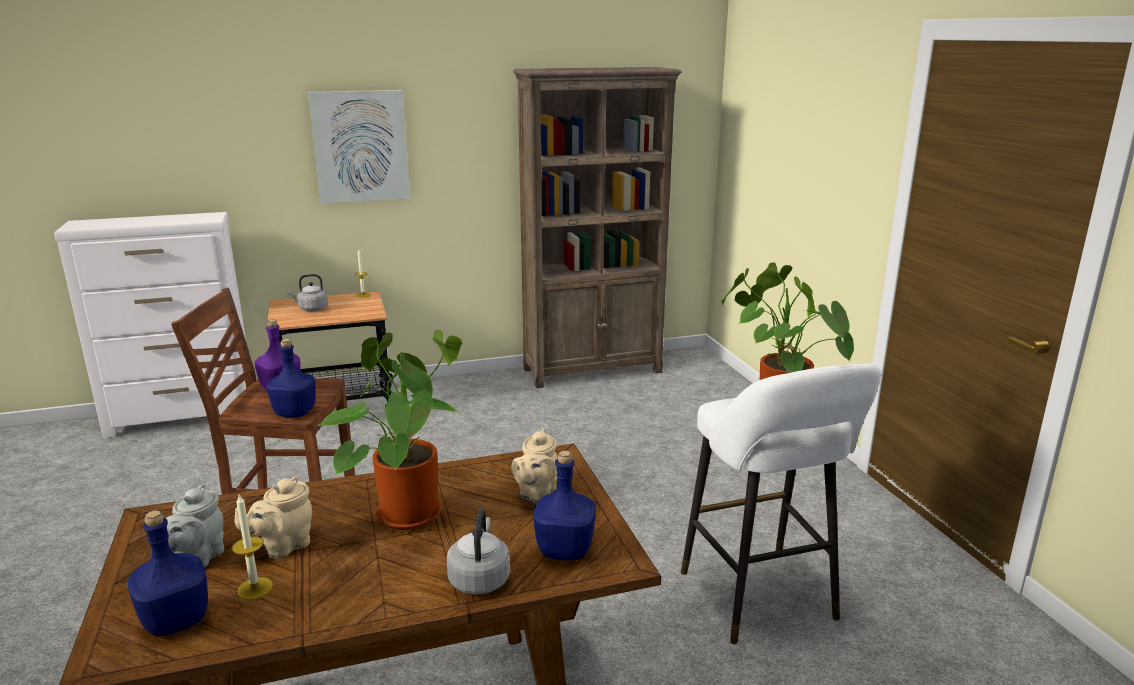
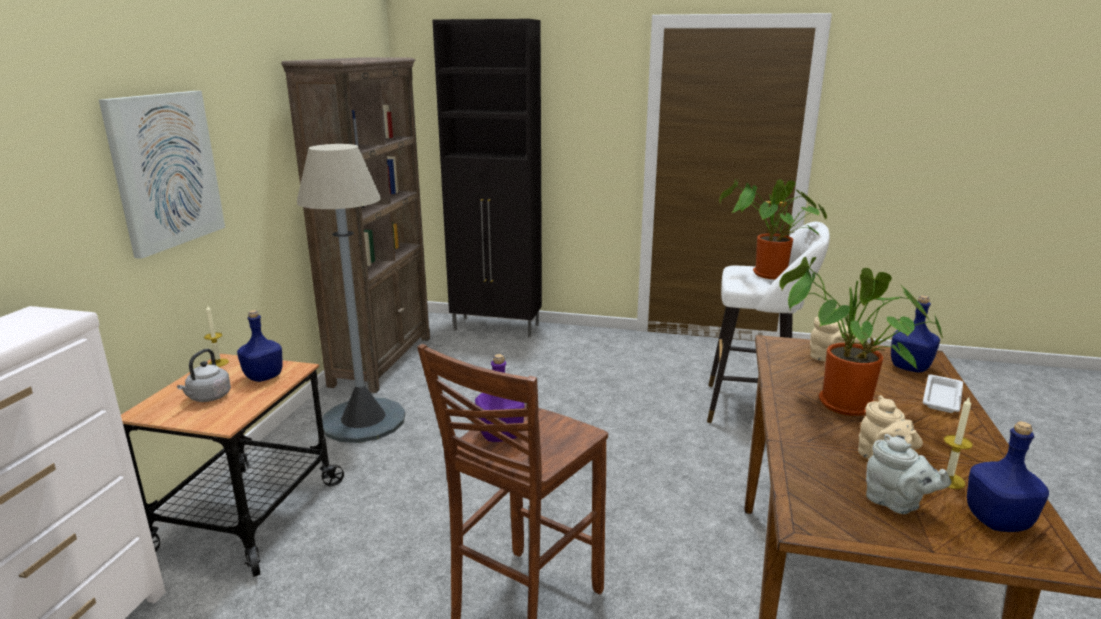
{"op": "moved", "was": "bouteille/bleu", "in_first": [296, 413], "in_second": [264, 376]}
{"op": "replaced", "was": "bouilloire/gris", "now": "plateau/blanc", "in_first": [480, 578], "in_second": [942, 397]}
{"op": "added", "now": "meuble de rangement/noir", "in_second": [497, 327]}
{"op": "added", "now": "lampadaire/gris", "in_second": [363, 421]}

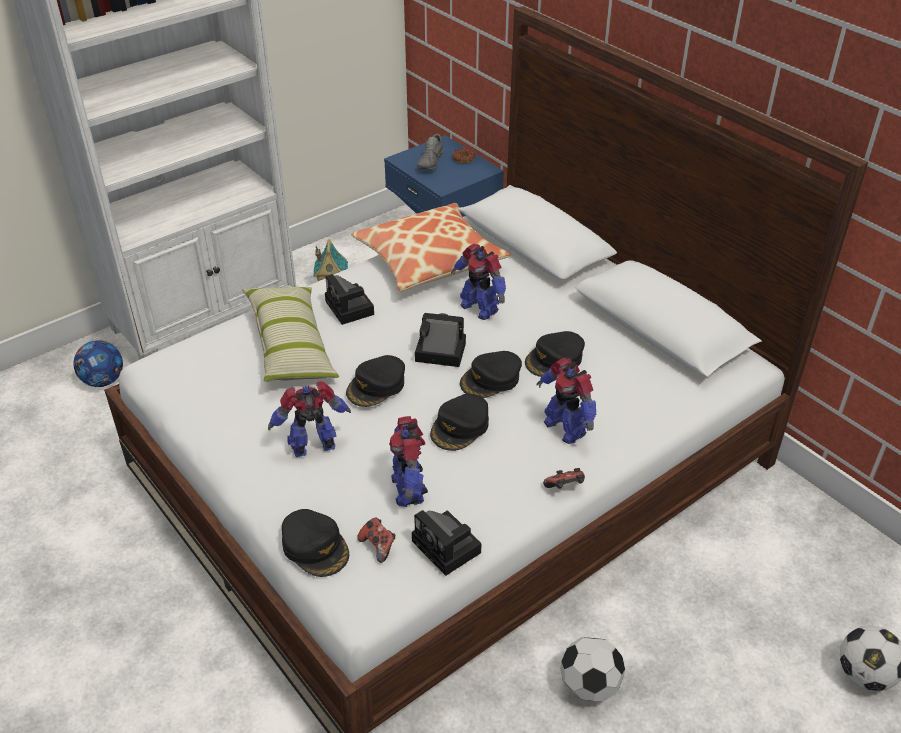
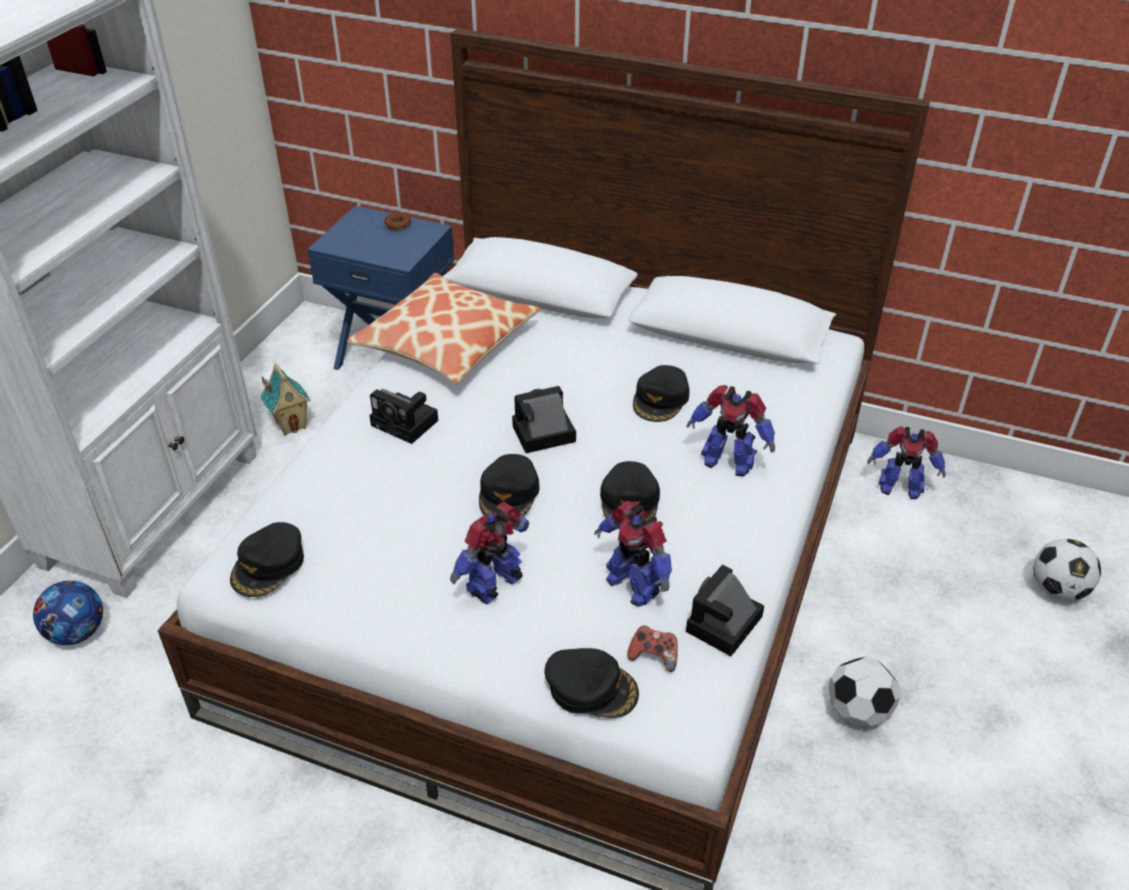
{"op": "removed", "was": "chaussure/gris", "in_first": [431, 162]}
{"op": "moved", "was": "robot jouet", "in_first": [479, 308], "in_second": [899, 488]}
{"op": "removed", "was": "coussin", "in_first": [291, 345]}
{"op": "moved", "was": "casquette/noir", "in_first": [491, 380], "in_second": [269, 565]}
{"op": "removed", "was": "manette", "in_first": [565, 488]}
{"op": "turned", "was": "appareil photo", "in_first": [448, 548], "in_second": [723, 626], "clockwise": 105}

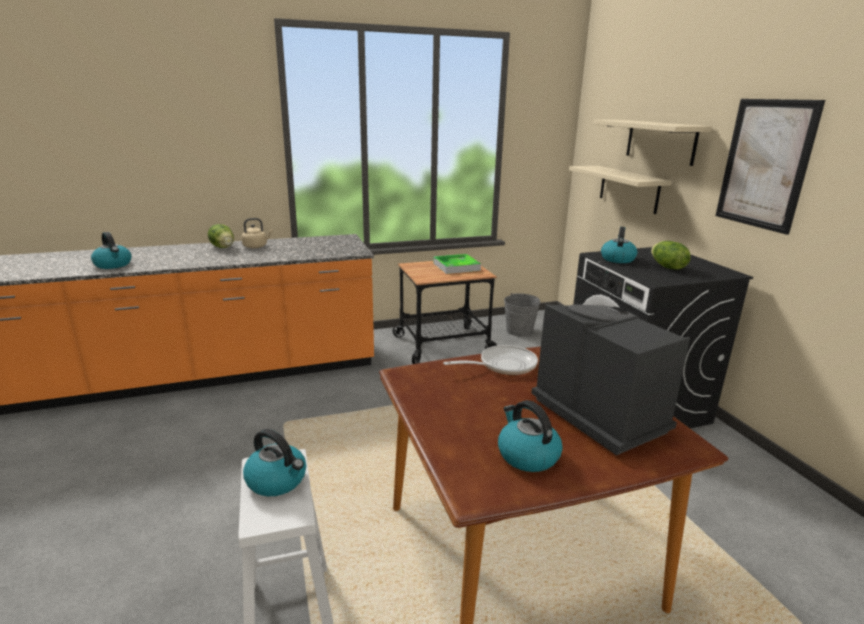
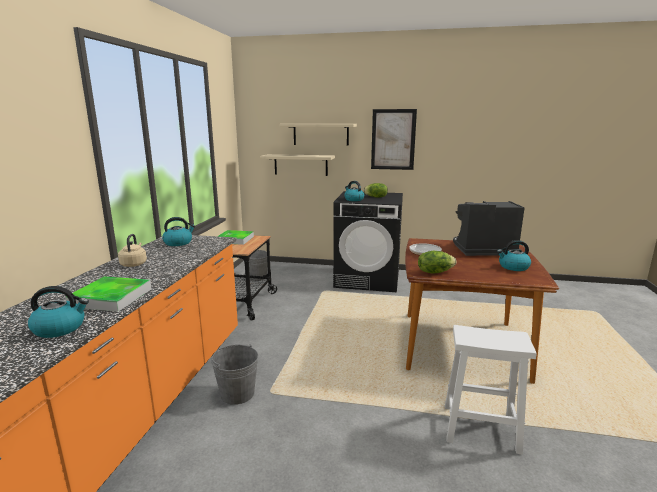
{"op": "moved", "was": "laitue", "in_first": [223, 247], "in_second": [434, 272]}
{"op": "moved", "was": "bouilloire", "in_first": [277, 480], "in_second": [178, 243]}
{"op": "added", "now": "plateau", "in_second": [111, 297]}
{"op": "added", "now": "seau/gris", "in_second": [237, 393]}

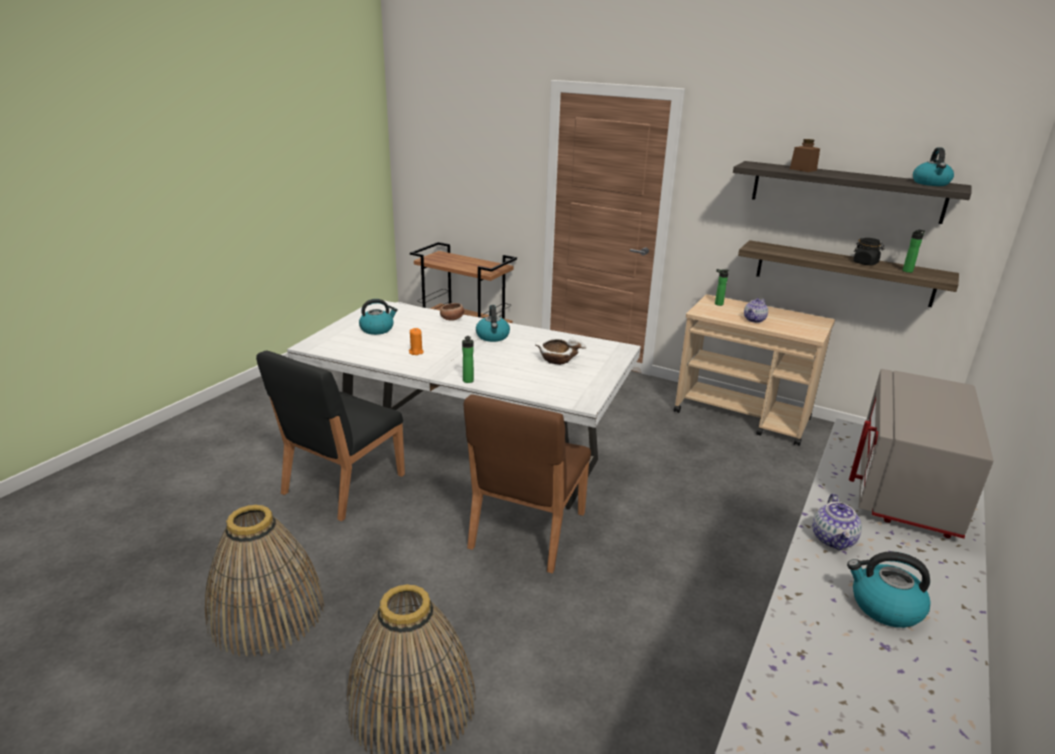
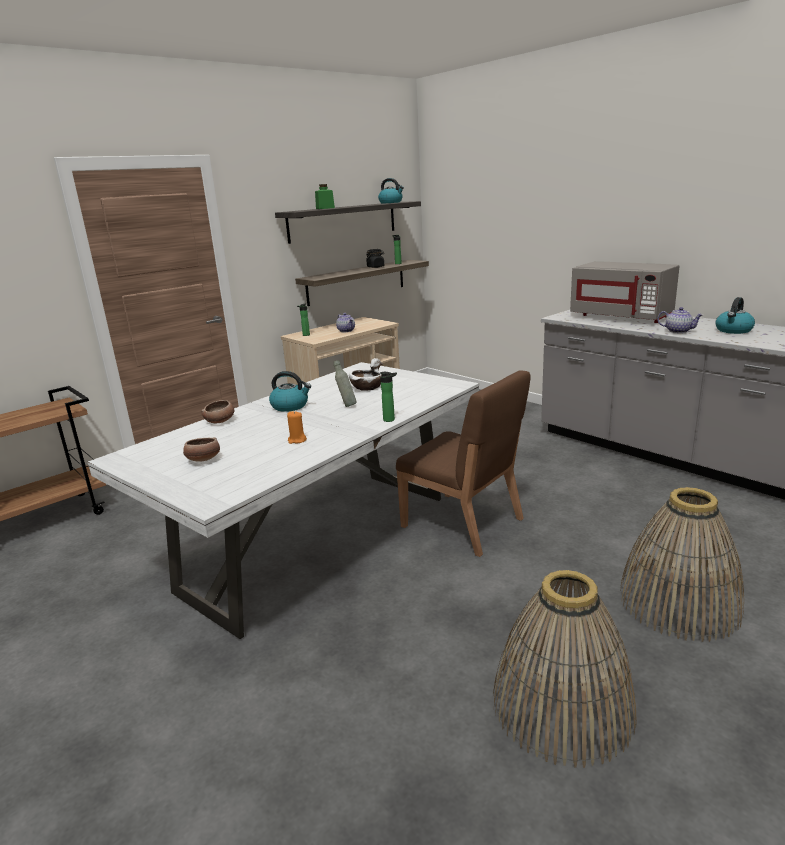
{"op": "recoloured", "was": "bocal/marron", "now": "bocal/vert", "in_first": [803, 169], "in_second": [325, 208]}
{"op": "replaced", "was": "bouilloire", "now": "bol", "in_first": [377, 329], "in_second": [203, 460]}
{"op": "removed", "was": "chaise/noir", "in_first": [342, 484]}
{"op": "added", "now": "bouteille/gris", "in_second": [346, 405]}

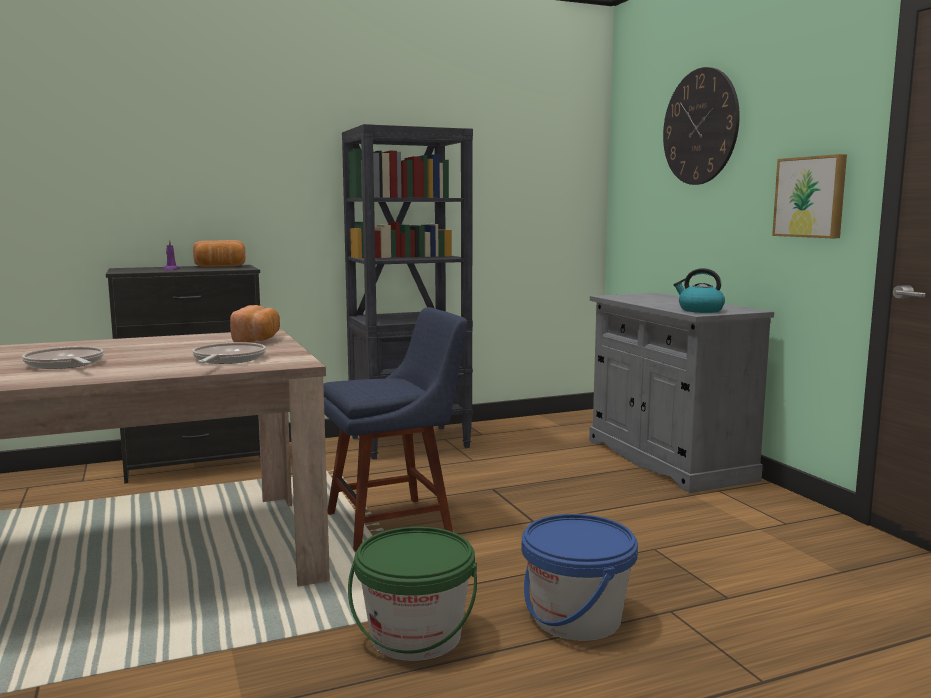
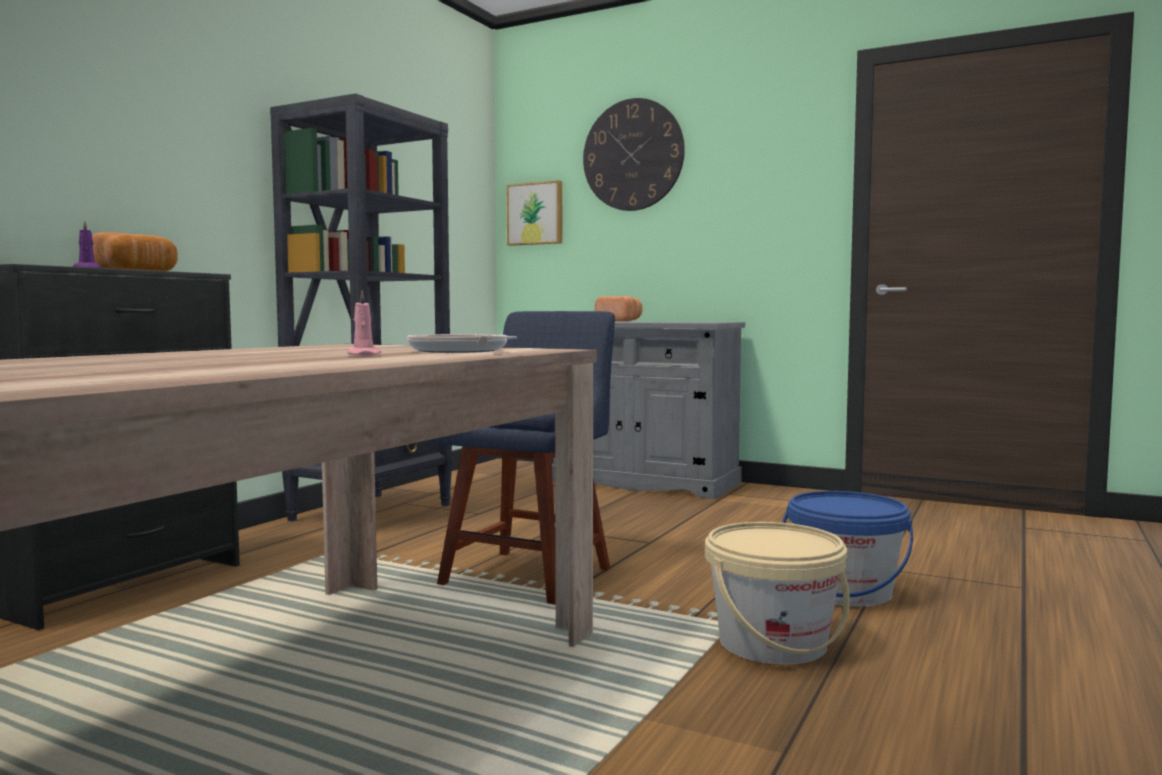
{"op": "moved", "was": "tableau", "in_first": [811, 197], "in_second": [536, 214]}
{"op": "removed", "was": "bouilloire", "in_first": [700, 310]}
{"op": "moved", "was": "pain", "in_first": [258, 340], "in_second": [620, 321]}
{"op": "removed", "was": "poêle", "in_first": [65, 364]}
{"op": "recoloured", "was": "seau/vert", "now": "seau/beige", "in_first": [415, 636], "in_second": [773, 643]}
{"op": "added", "now": "bougie/rose", "in_second": [363, 355]}

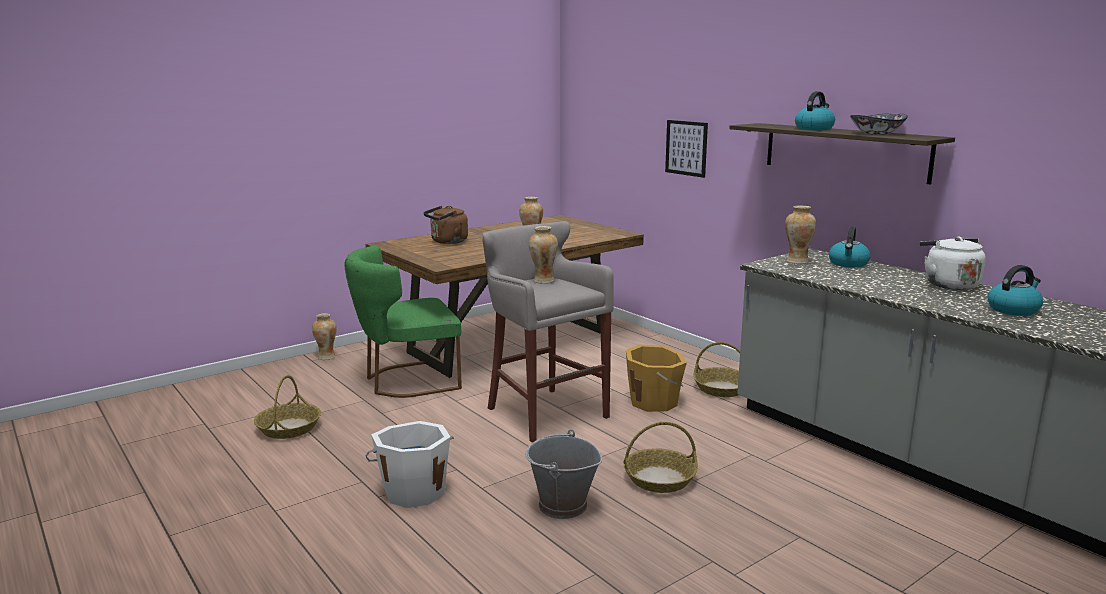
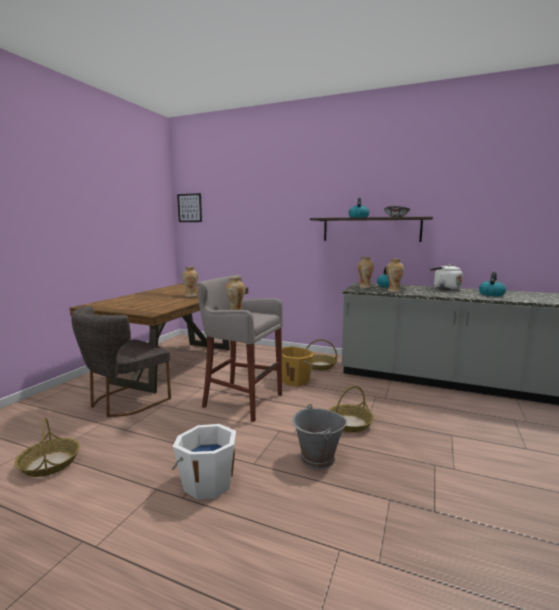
{"op": "moved", "was": "tableau", "in_first": [686, 148], "in_second": [189, 208]}
{"op": "removed", "was": "bouilloire/marron", "in_first": [447, 242]}
{"op": "recoloured", "was": "chaise/vert", "now": "chaise/gris", "in_first": [406, 381], "in_second": [124, 402]}
{"op": "moved", "was": "vase", "in_first": [327, 357], "in_second": [393, 291]}

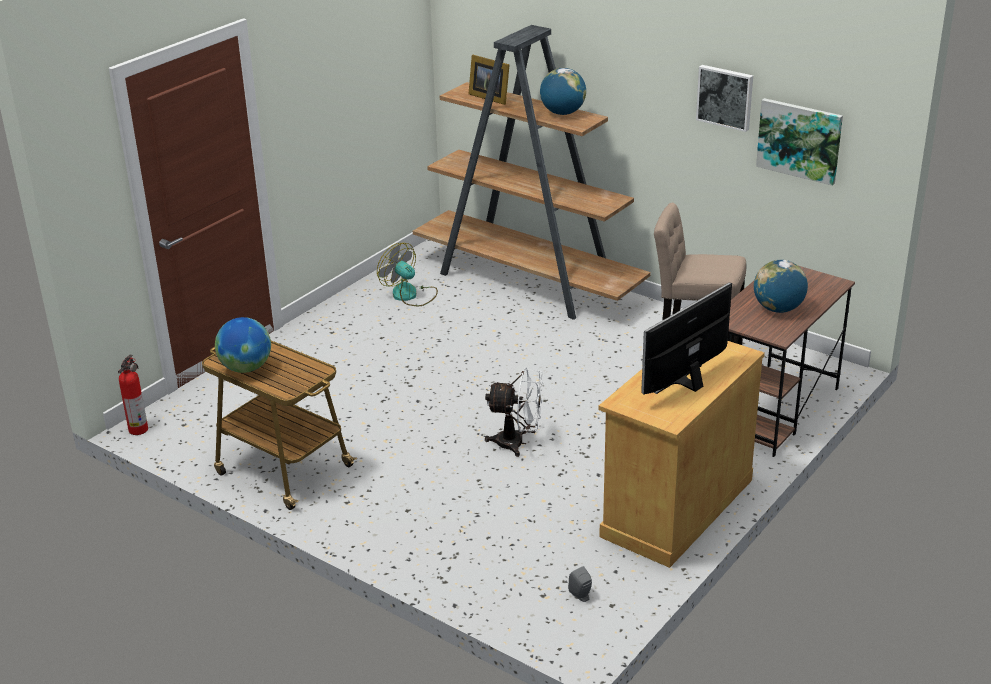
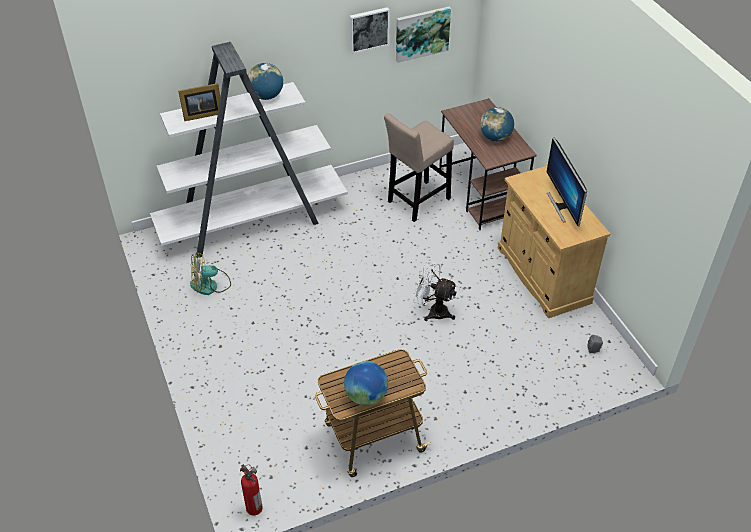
{"op": "recoloured", "was": "bibliothèque/marron", "now": "bibliothèque/blanc", "in_first": [529, 282], "in_second": [252, 222]}
{"op": "turned", "was": "ventilateur/blanc", "in_first": [517, 443], "in_second": [433, 311], "clockwise": -105}

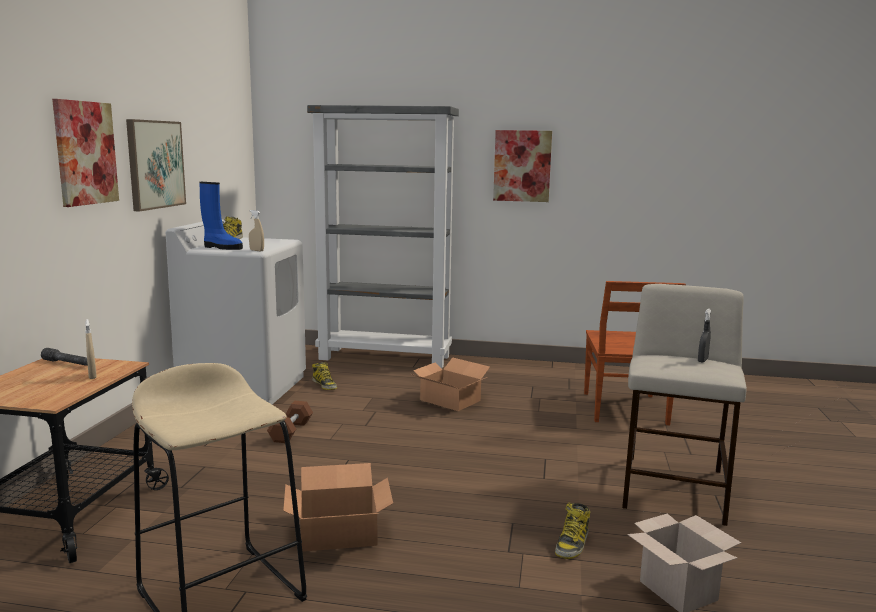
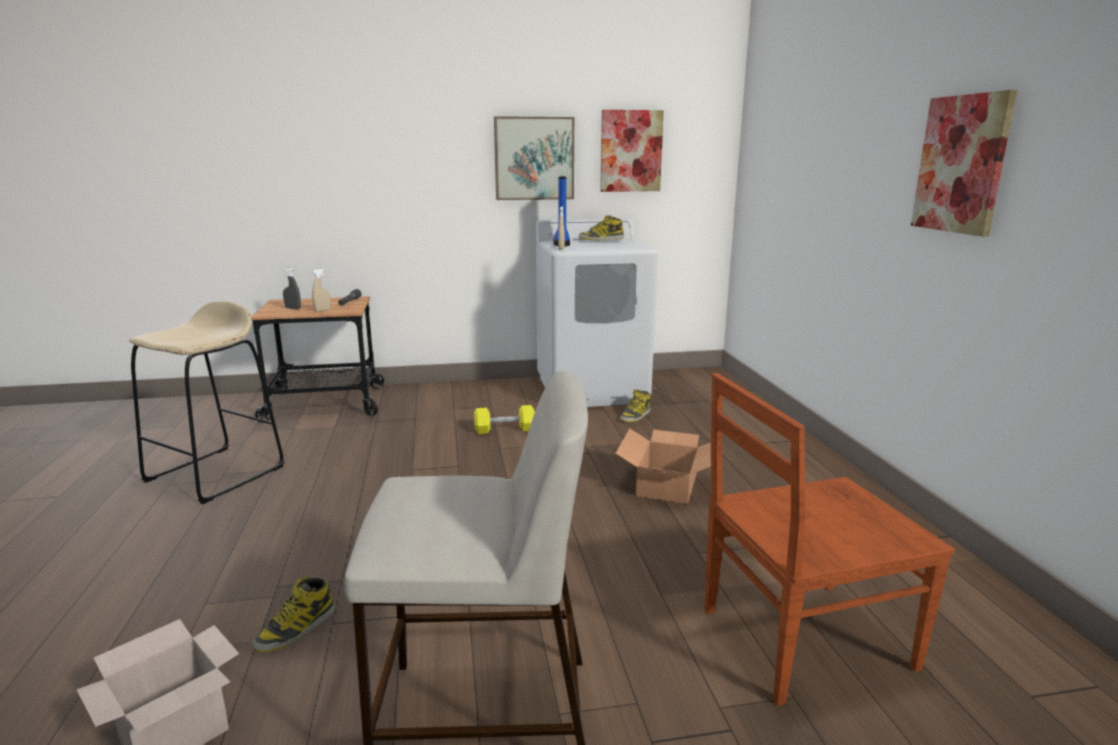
{"op": "moved", "was": "tableau", "in_first": [85, 153], "in_second": [631, 151]}
{"op": "removed", "was": "bibliothèque/gris", "in_first": [386, 357]}
{"op": "moved", "was": "vaporisateur/gris", "in_first": [702, 360], "in_second": [293, 308]}
{"op": "recoloured", "was": "haltère/marron", "now": "haltère/jaune", "in_first": [291, 431], "in_second": [505, 429]}
{"op": "removed", "was": "carton", "in_first": [337, 532]}
{"op": "turned", "was": "botte", "in_first": [572, 543], "in_second": [296, 629], "clockwise": -60}

